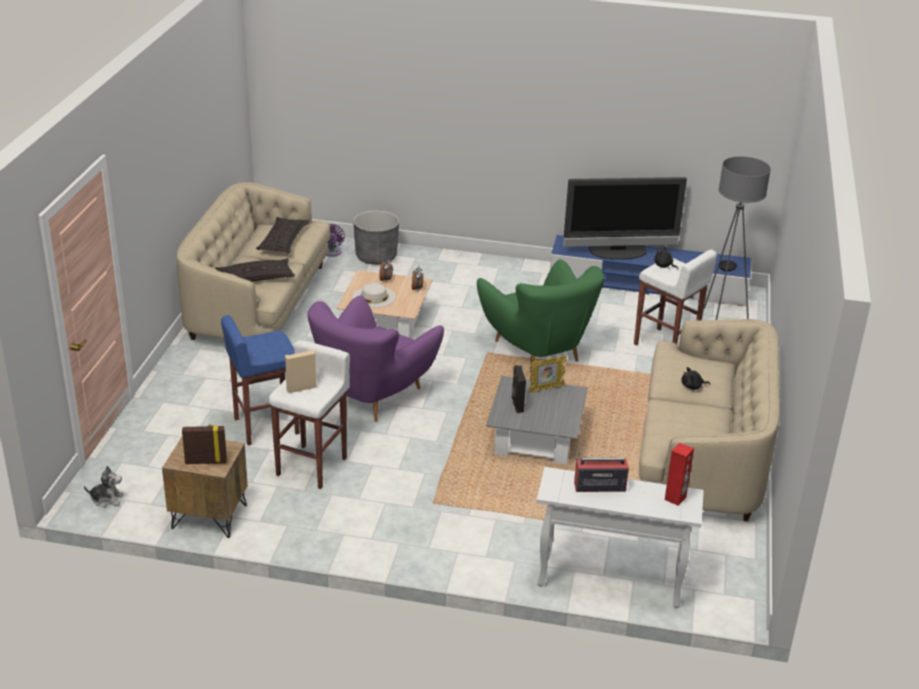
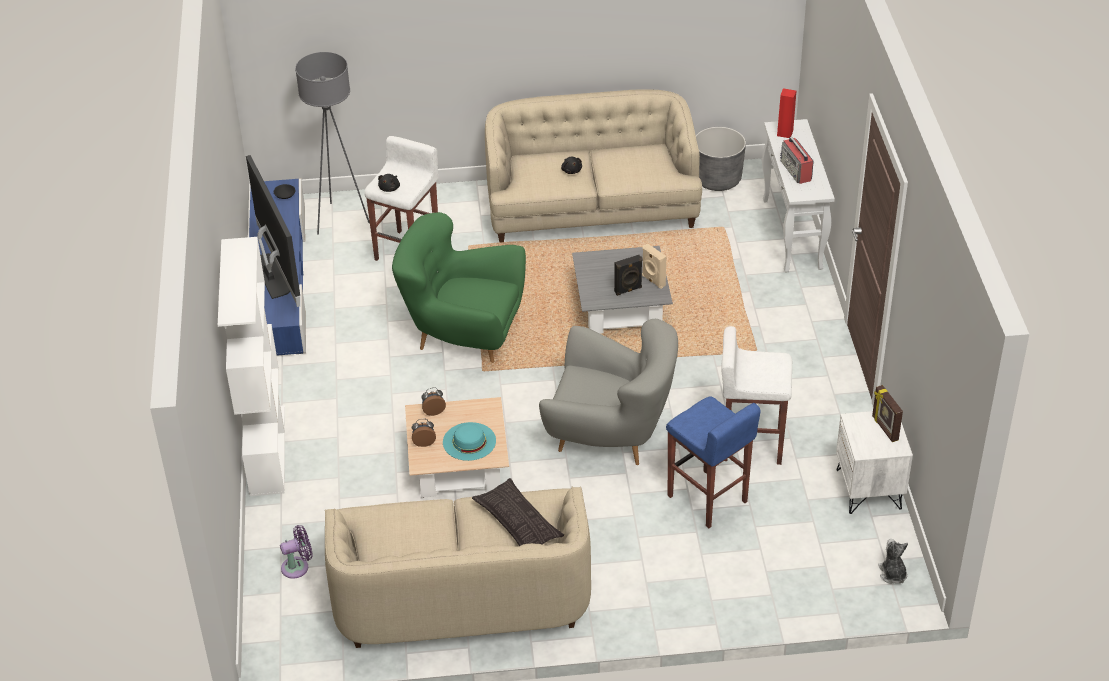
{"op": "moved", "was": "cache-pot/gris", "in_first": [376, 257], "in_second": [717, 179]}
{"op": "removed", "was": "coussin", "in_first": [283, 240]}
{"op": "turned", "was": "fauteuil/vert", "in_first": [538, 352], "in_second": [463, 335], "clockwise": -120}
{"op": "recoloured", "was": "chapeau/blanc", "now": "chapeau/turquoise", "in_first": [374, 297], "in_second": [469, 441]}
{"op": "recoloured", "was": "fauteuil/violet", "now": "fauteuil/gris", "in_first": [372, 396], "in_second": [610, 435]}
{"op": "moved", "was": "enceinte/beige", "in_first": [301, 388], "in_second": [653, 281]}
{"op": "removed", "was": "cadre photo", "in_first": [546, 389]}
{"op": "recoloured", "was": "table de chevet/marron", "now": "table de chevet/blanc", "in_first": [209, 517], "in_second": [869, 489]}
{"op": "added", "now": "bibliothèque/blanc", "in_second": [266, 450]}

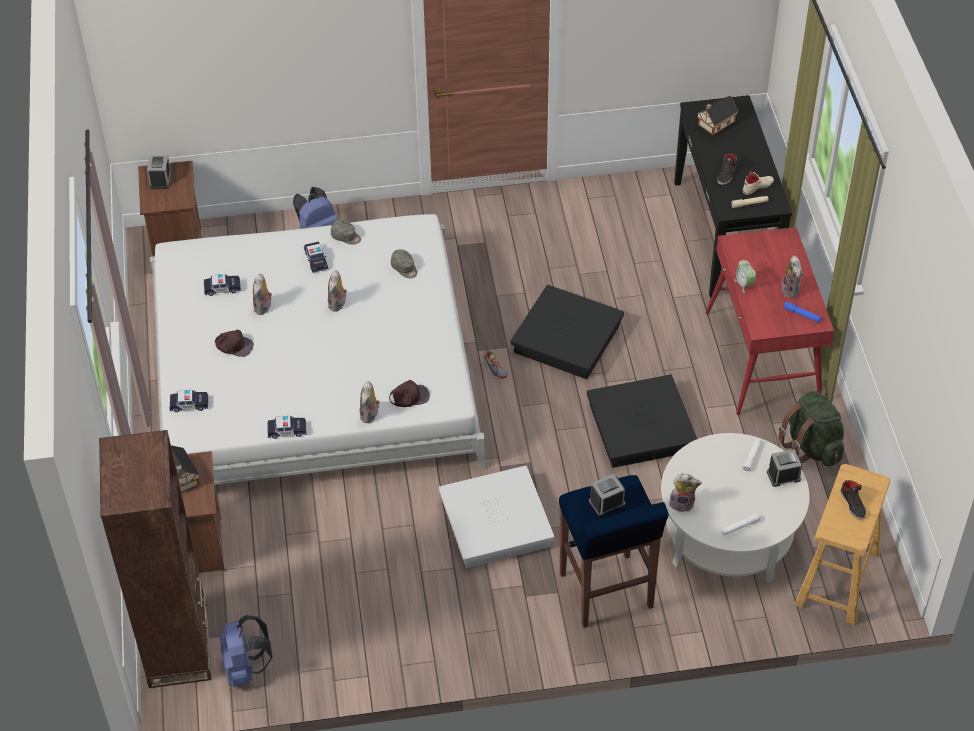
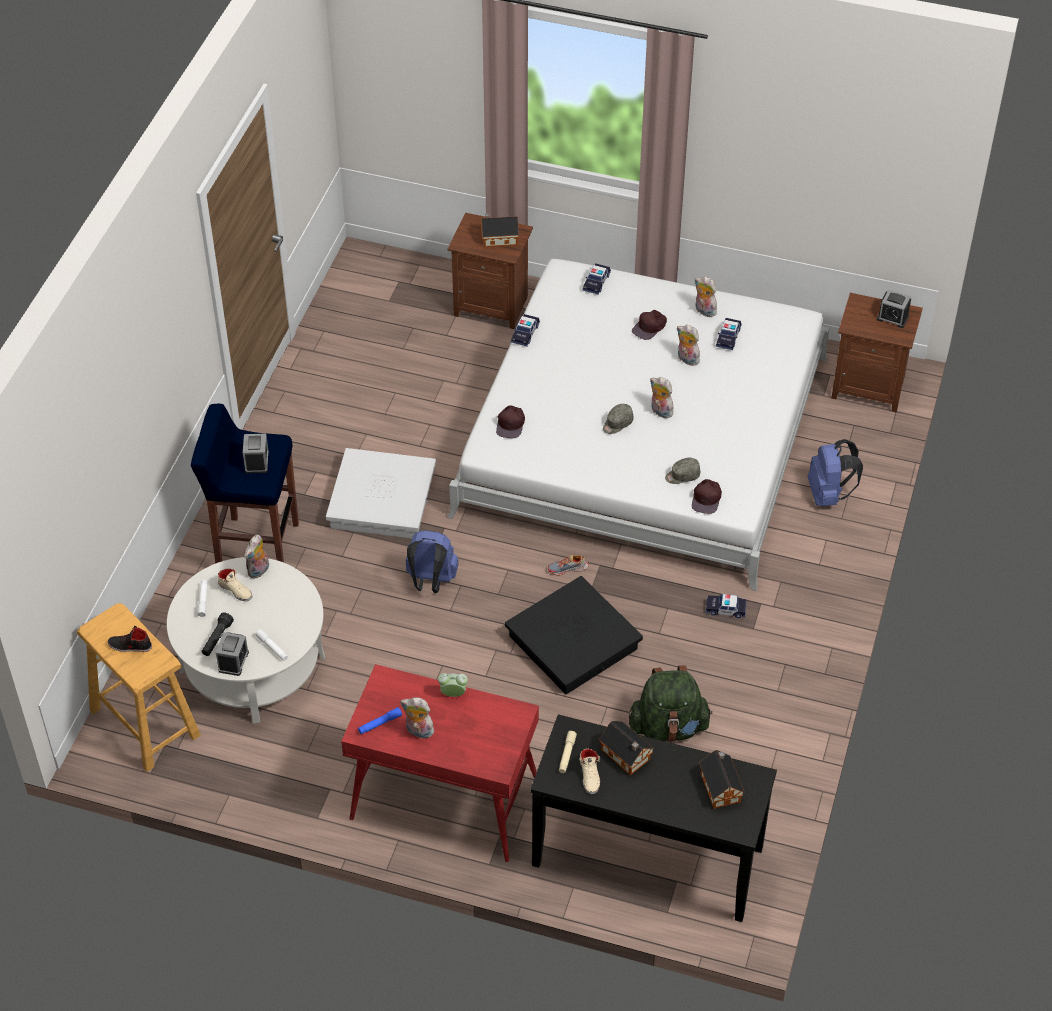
{"op": "replaced", "was": "chaussure/noir", "now": "maison miniature", "in_first": [727, 174], "in_second": [626, 756]}
{"op": "moved", "was": "casquette/gris", "in_first": [346, 237], "in_second": [617, 424]}
{"op": "moved", "was": "petite voiture", "in_first": [316, 260], "in_second": [725, 609]}
{"op": "removed", "was": "boîte de rangement/noir", "in_first": [640, 428]}
{"op": "moved", "was": "peluche", "in_first": [370, 415], "in_second": [704, 311]}
{"op": "moved", "was": "sac à dos/vert", "in_first": [811, 447], "in_second": [668, 727]}
{"op": "removed", "was": "bibliothèque/marron", "in_first": [178, 646]}
{"op": "moved", "was": "sac à dos/bleu", "in_first": [245, 668], "in_second": [430, 581]}
{"op": "added", "now": "casquette/marron", "in_second": [707, 498]}
{"op": "added", "now": "chaussure/beige", "in_second": [235, 590]}
{"op": "added", "now": "lampe de poche/noir", "in_second": [217, 639]}

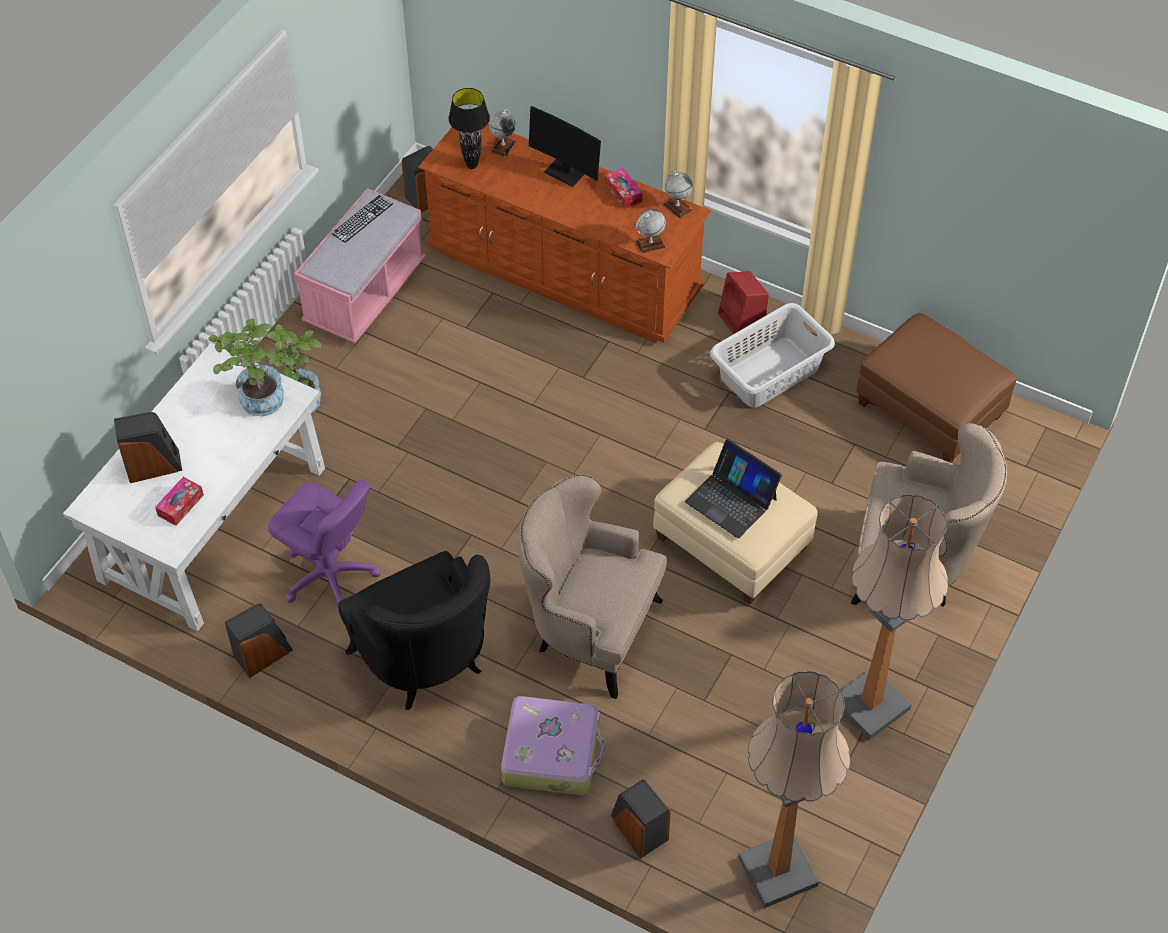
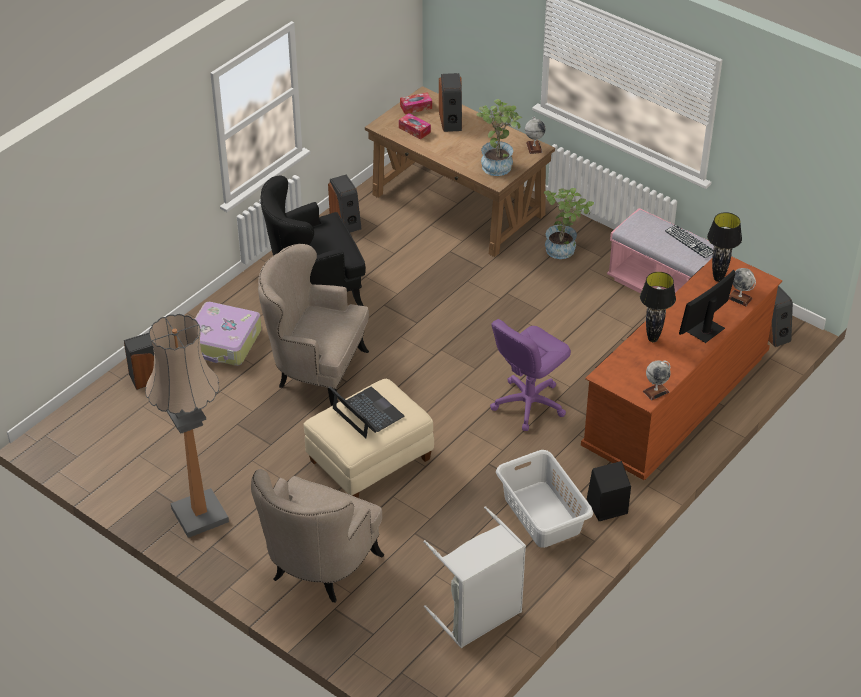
{"op": "moved", "was": "boîte à mouchoirs", "in_first": [623, 193], "in_second": [416, 107]}
{"op": "moved", "was": "globe", "in_first": [650, 244], "in_second": [534, 147]}
{"op": "recoloured", "was": "enceinte/rouge", "now": "enceinte/noir", "in_first": [742, 320], "in_second": [606, 507]}
{"op": "replaced", "was": "pouf/marron", "now": "panier à linge/gris", "in_first": [930, 411], "in_second": [478, 617]}
{"op": "recoloured", "was": "bureau/blanc", "now": "bureau/marron", "in_first": [213, 523], "in_second": [458, 204]}
{"op": "turned", "was": "ordinateur portable", "in_first": [731, 500], "in_second": [367, 413], "clockwise": 90}
{"op": "turned", "was": "fauteuil/beige", "in_first": [589, 630], "in_second": [315, 372], "clockwise": -105}
{"op": "moved", "was": "chaise de bureau/violet", "in_first": [329, 576], "in_second": [528, 404]}
{"op": "removed", "was": "lampadaire", "in_first": [777, 872]}
{"op": "added", "now": "lampe de table/noir", "in_second": [652, 339]}

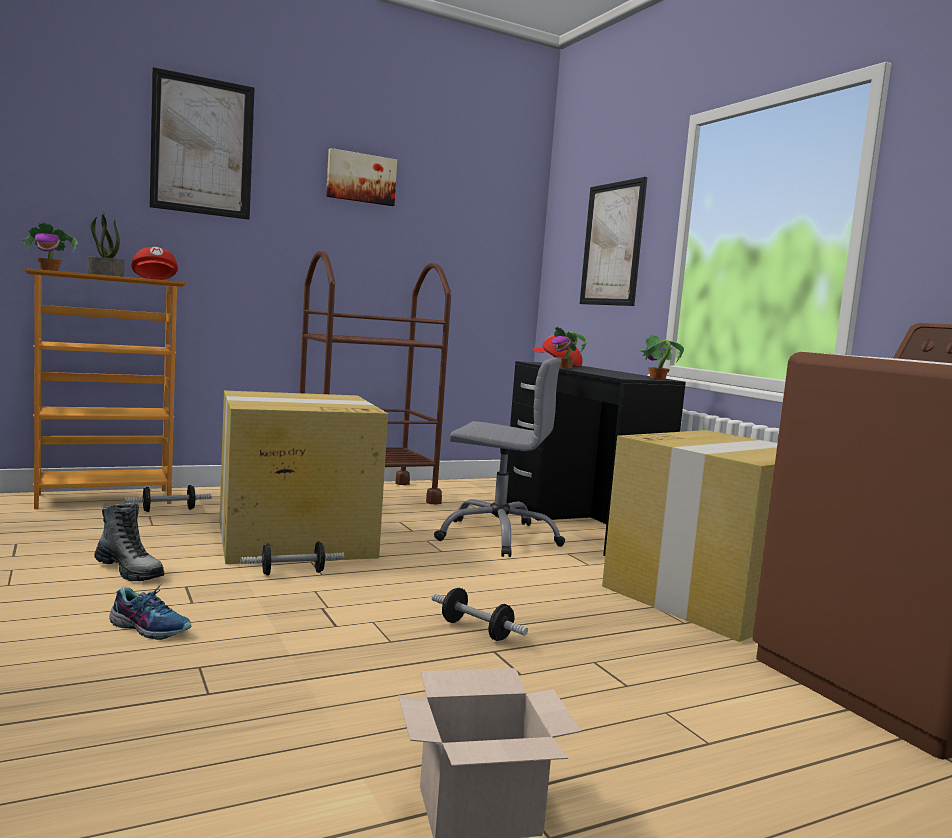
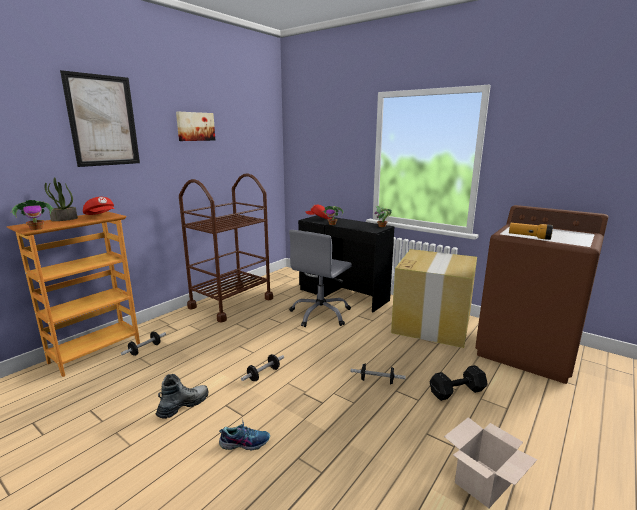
{"op": "removed", "was": "tableau", "in_first": [612, 244]}
{"op": "turned", "was": "chaise de bureau/gris", "in_first": [498, 537], "in_second": [321, 314], "clockwise": 135}
{"op": "removed", "was": "carton", "in_first": [292, 539]}
{"op": "turned", "was": "botte", "in_first": [129, 571], "in_second": [183, 406], "clockwise": -60}
{"op": "added", "now": "lampe de poche", "in_second": [529, 237]}
{"op": "added", "now": "haltère/noir", "in_second": [458, 392]}

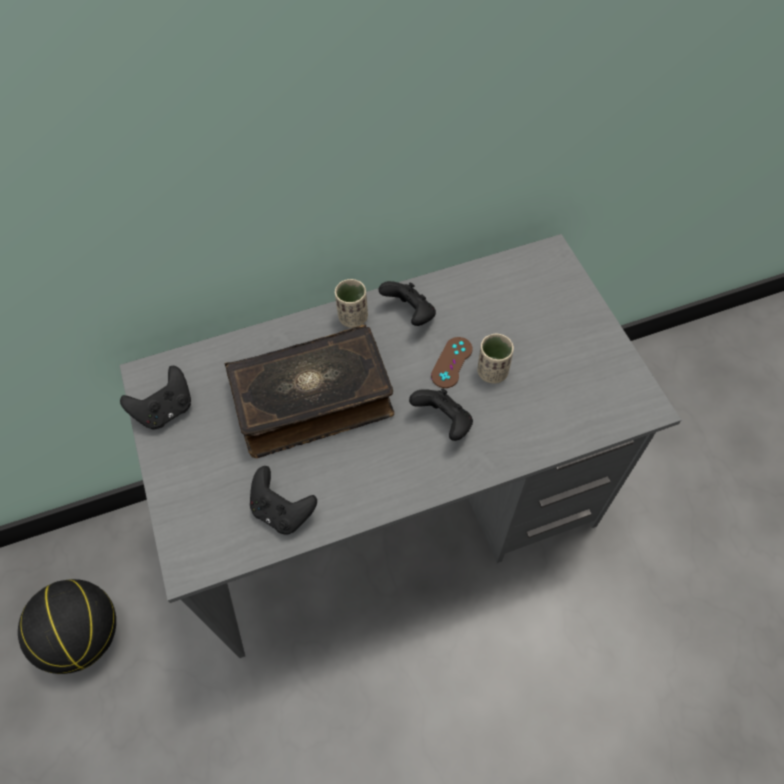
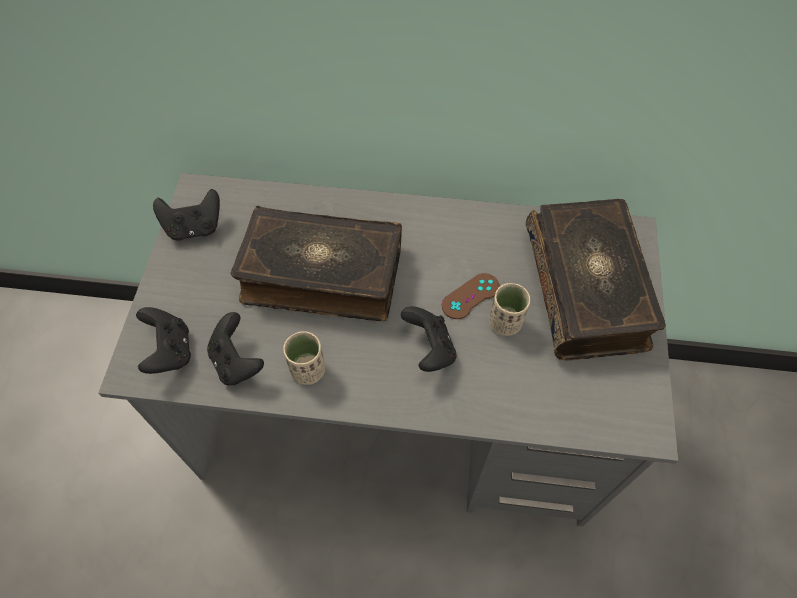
{"op": "moved", "was": "tasse/beige", "in_first": [353, 317], "in_second": [308, 370]}
{"op": "moved", "was": "manette/noir", "in_first": [410, 314], "in_second": [170, 351]}
{"op": "removed", "was": "ballon de basket", "in_first": [85, 635]}
{"op": "added", "now": "livre", "in_second": [587, 289]}

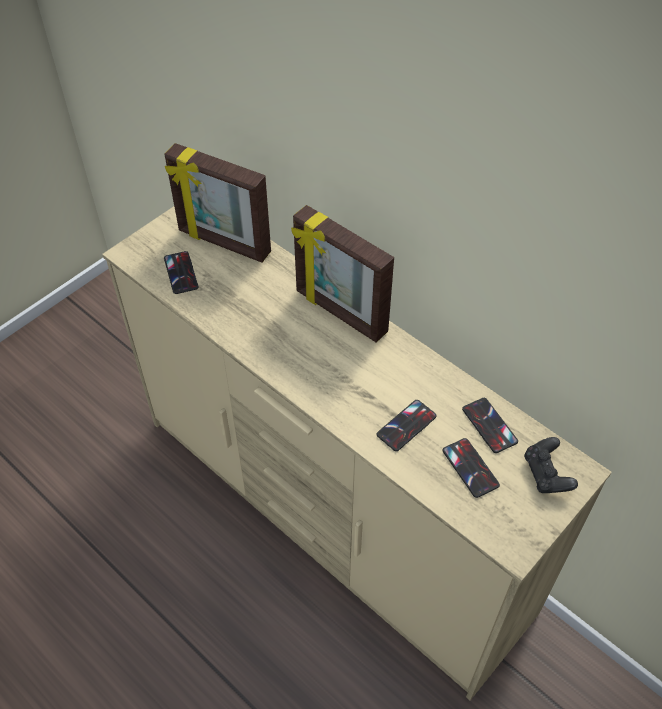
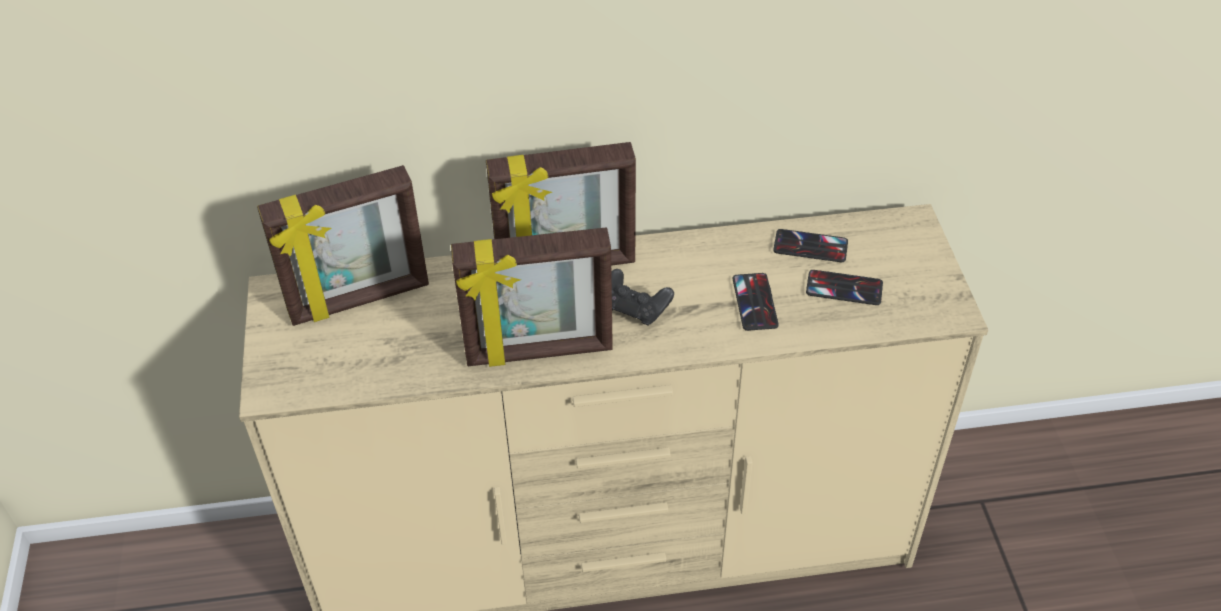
{"op": "removed", "was": "téléphone", "in_first": [181, 273]}
{"op": "moved", "was": "manette/noir", "in_first": [547, 474], "in_second": [635, 308]}
{"op": "added", "now": "cadre photo", "in_second": [539, 352]}

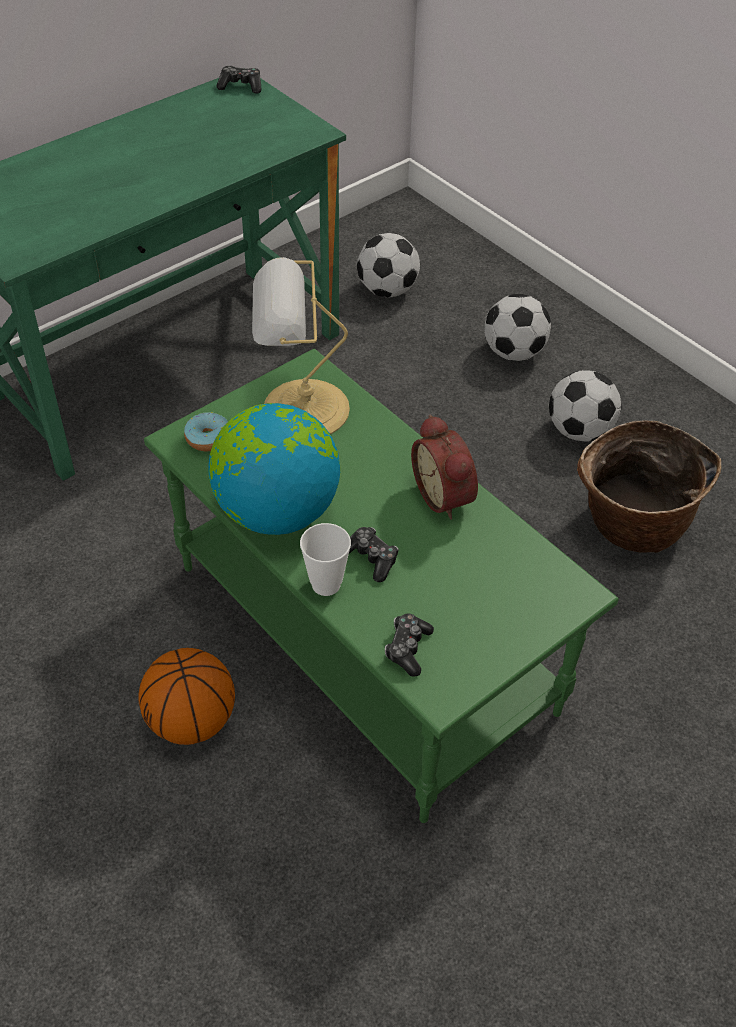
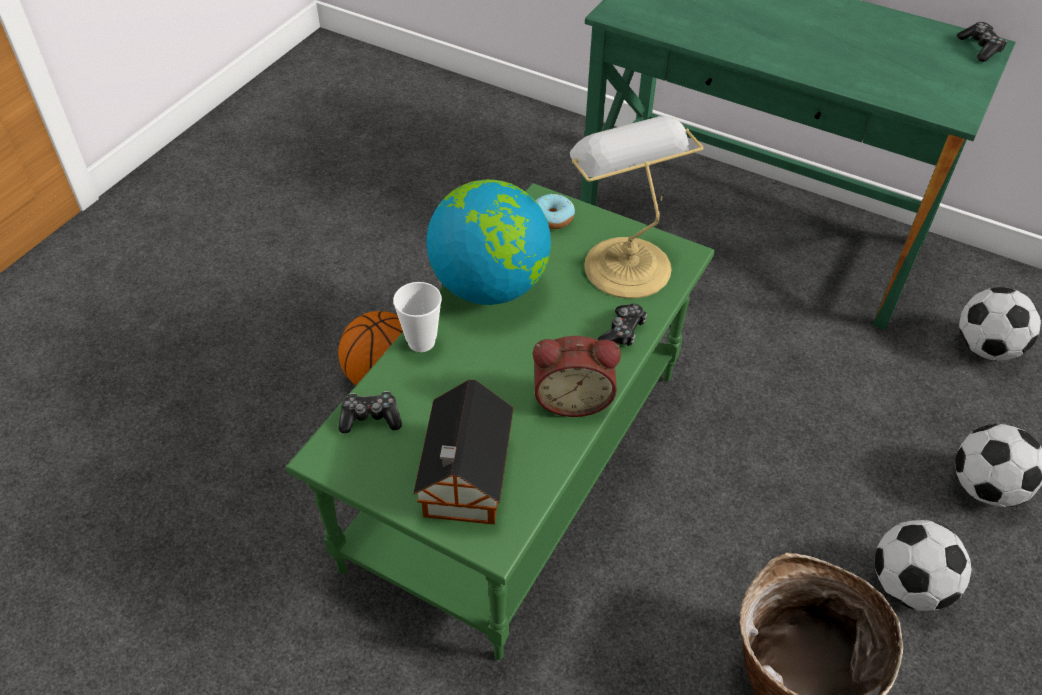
{"op": "turned", "was": "réveil", "in_first": [446, 495], "in_second": [572, 398], "clockwise": -135}
{"op": "moved", "was": "manette", "in_first": [371, 558], "in_second": [622, 332]}
{"op": "added", "now": "maison miniature", "in_second": [464, 480]}

